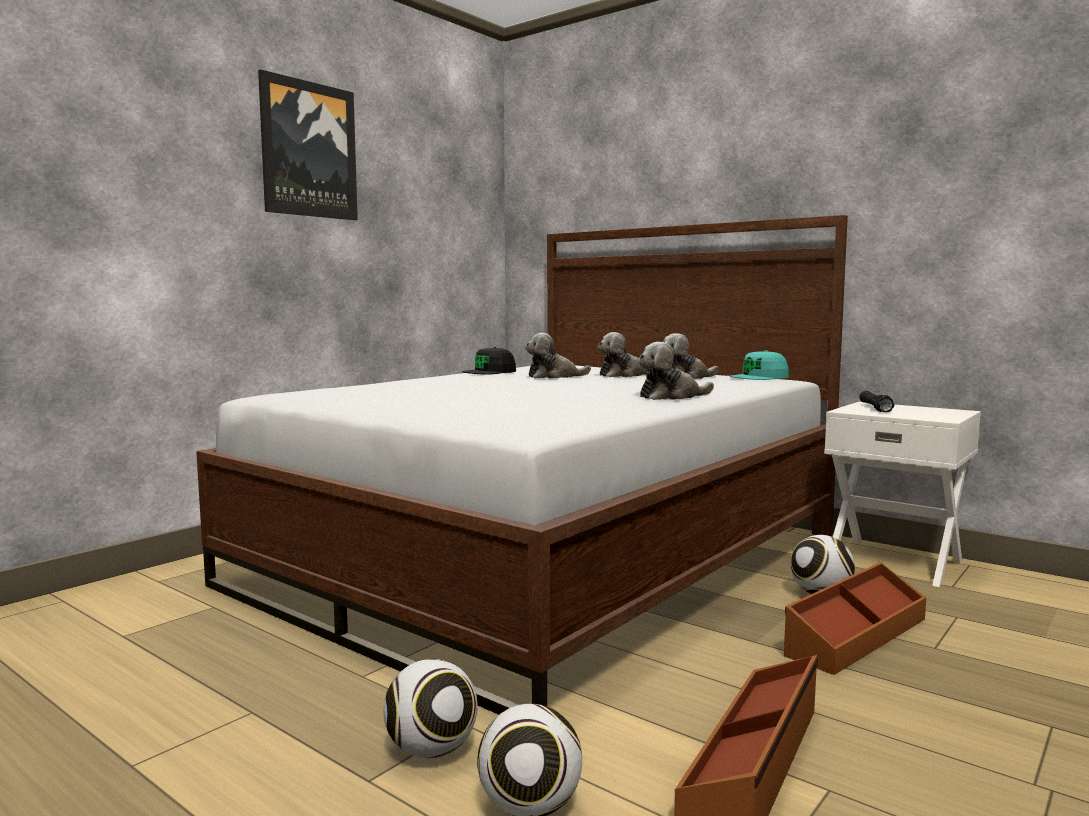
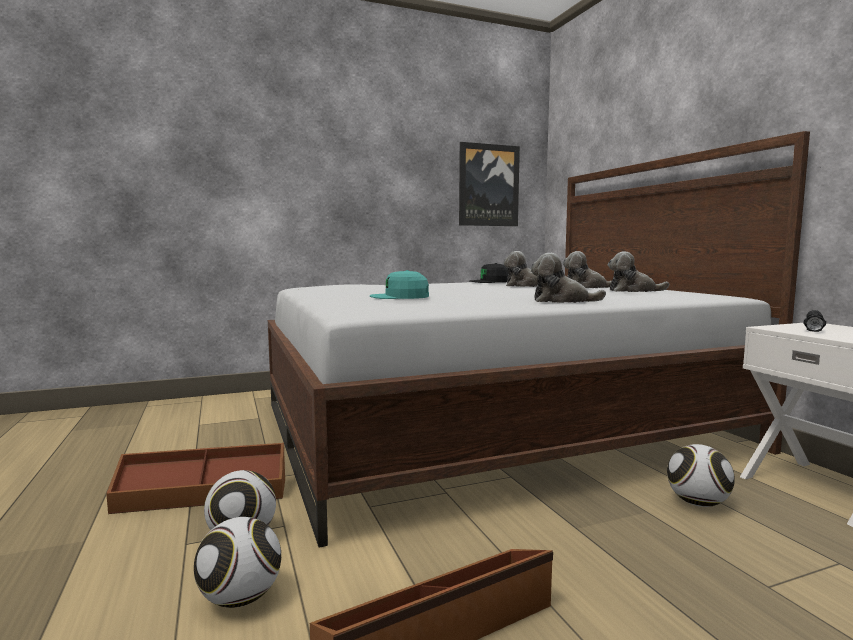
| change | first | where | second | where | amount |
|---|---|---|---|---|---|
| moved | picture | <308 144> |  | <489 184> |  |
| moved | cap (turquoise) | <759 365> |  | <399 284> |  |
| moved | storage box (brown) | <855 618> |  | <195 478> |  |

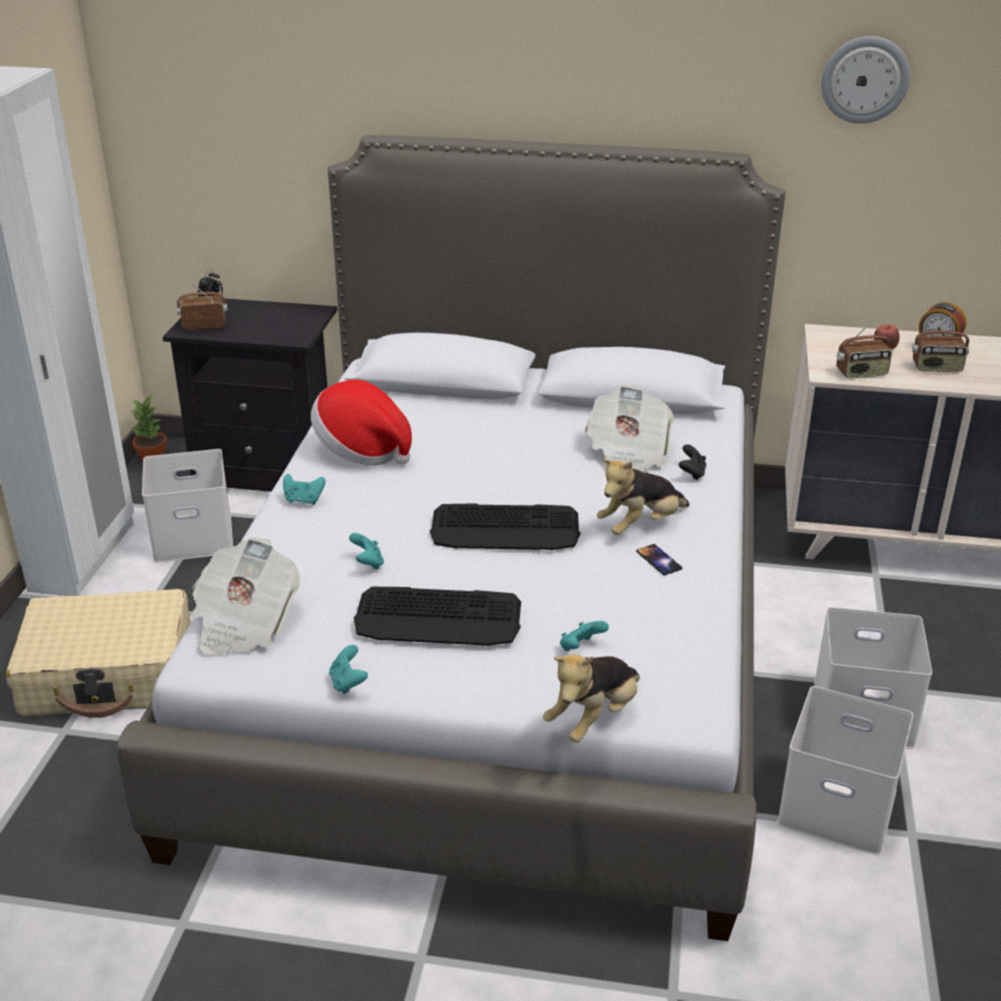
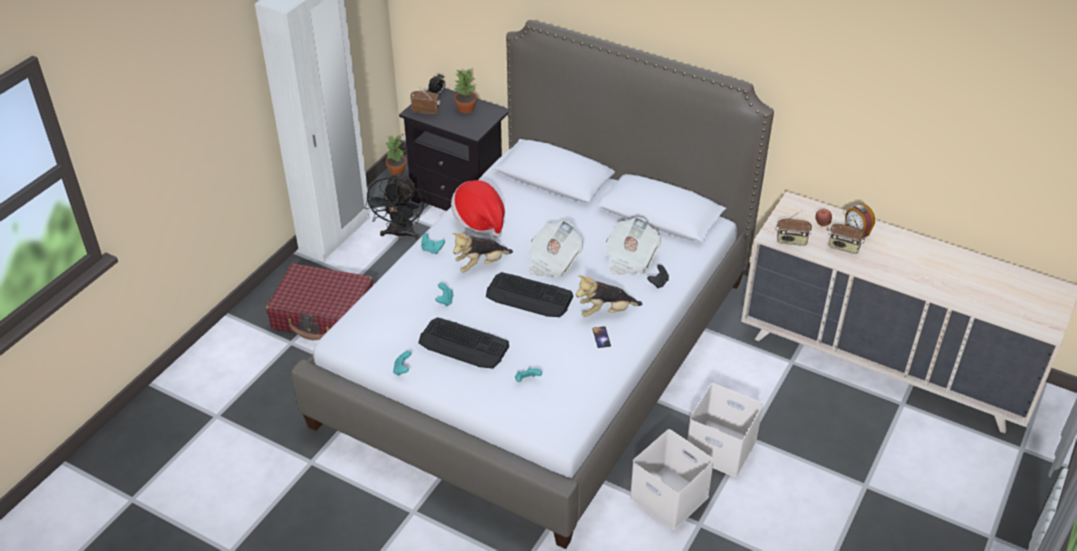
| change | first | where | second | where | amount |
|---|---|---|---|---|---|
| removed | wall clock | <865 80> |  |  |  |
| replaced | storage box (white) | <187 506> | fan (black) | <394 206> |  |
| moved | newspaper | <246 596> |  | <556 249> |  |
| recoloured | suitcase (beige) | <98 653> | suitcase (red) | <319 301> |  |
| moved | plush toy | <591 698> |  | <482 252> |  |
| added |  |  | potted plant | <465 91> |  |

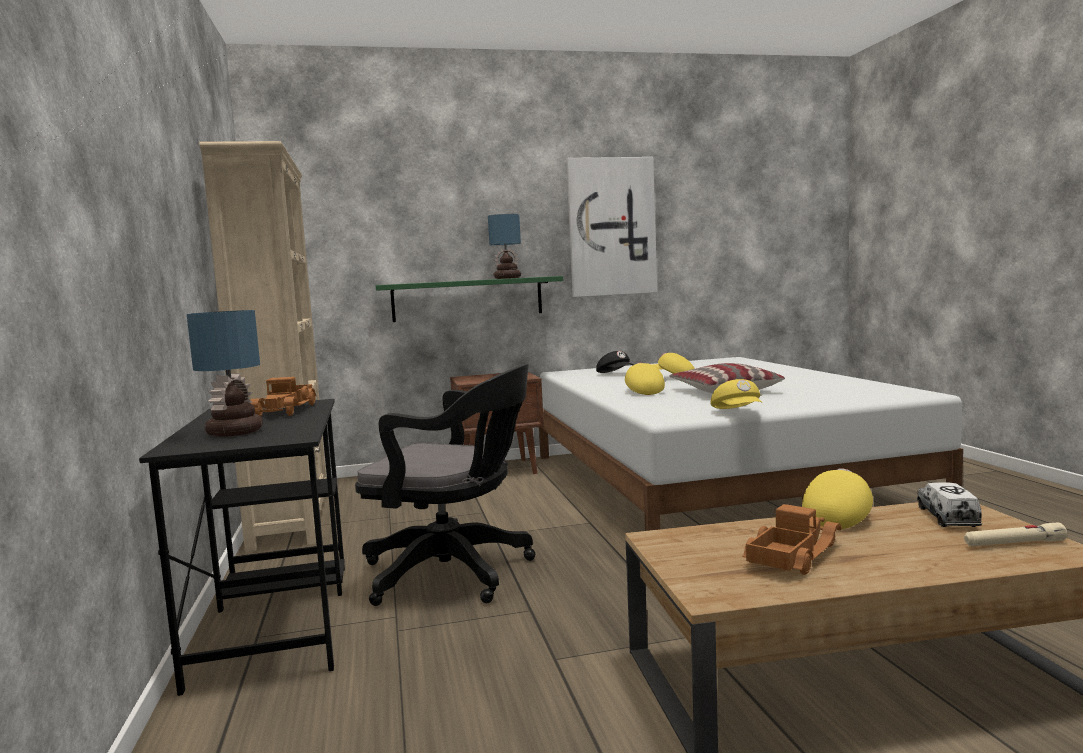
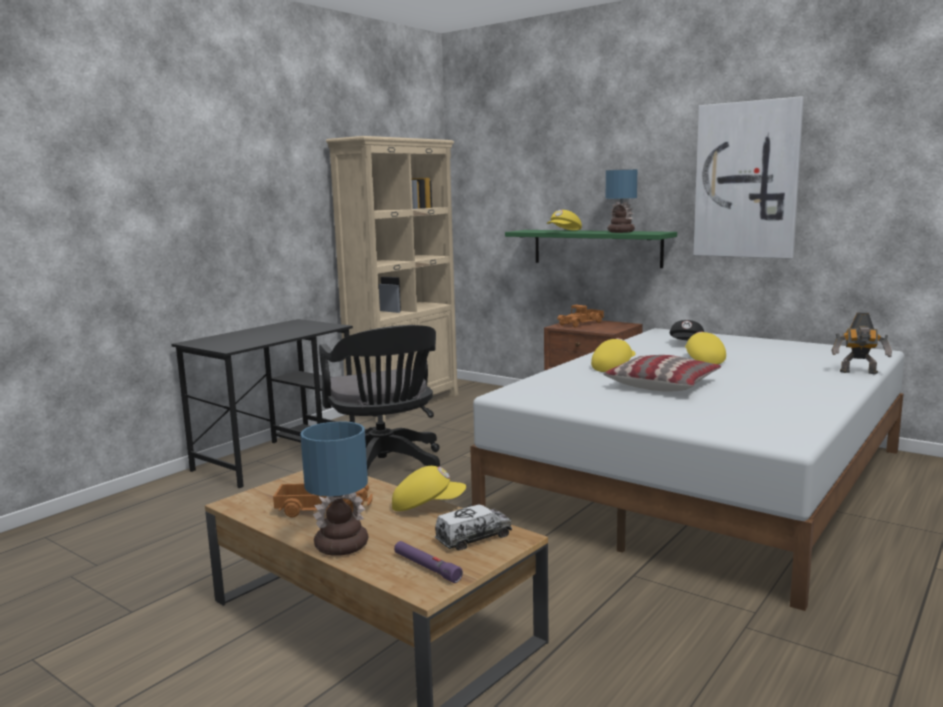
| change | first | where | second | where | amount |
|---|---|---|---|---|---|
| moved | table lamp | <225 373> |  | <334 488> |  |
| moved | toy truck | <283 397> |  | <580 316> |  |
| moved | cap (yellow) | <737 394> |  | <564 220> |  |
| recoloured | flashlight (beige) | <1015 534> | flashlight (purple) | <428 562> |  |
| added |  |  | toy robot | <862 343> |  |

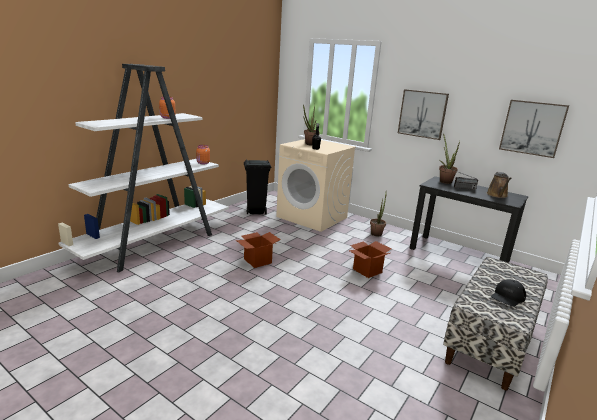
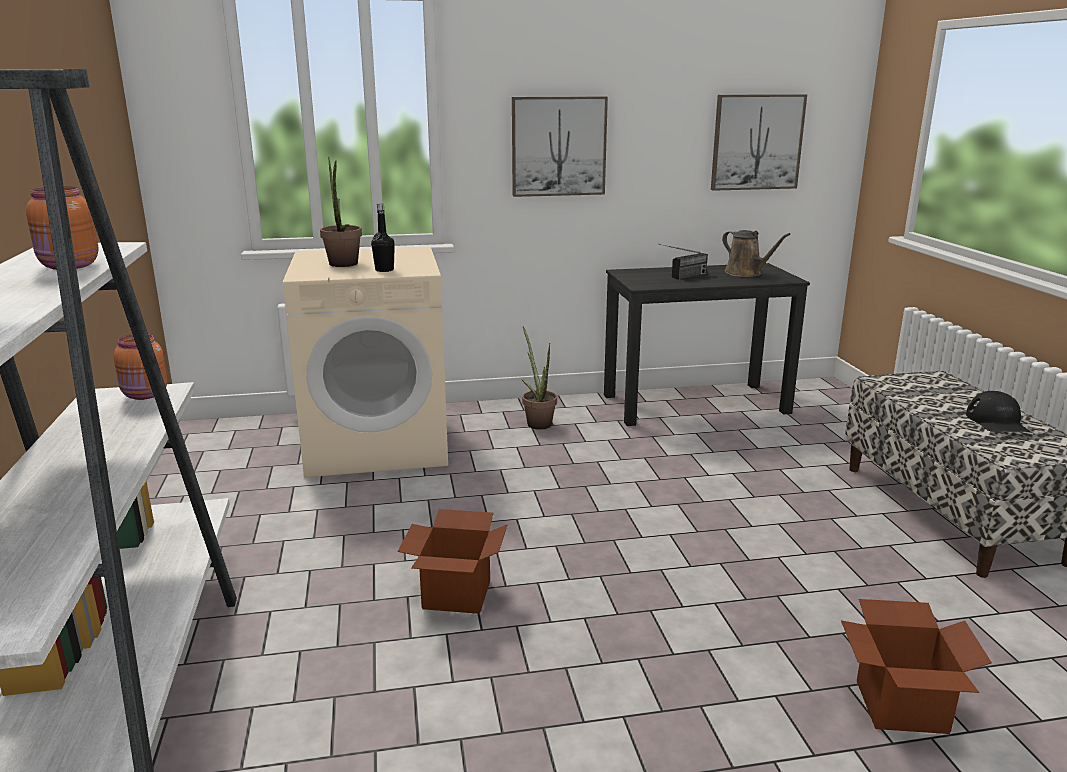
| change | first | where | second | where | amount |
|---|---|---|---|---|---|
| removed | potted plant | <449 158> |  |  |  |
| removed | trash can (black) | <257 187> |  |  |  |
| moved | cardboard box | <369 259> |  | <916 666> |  |

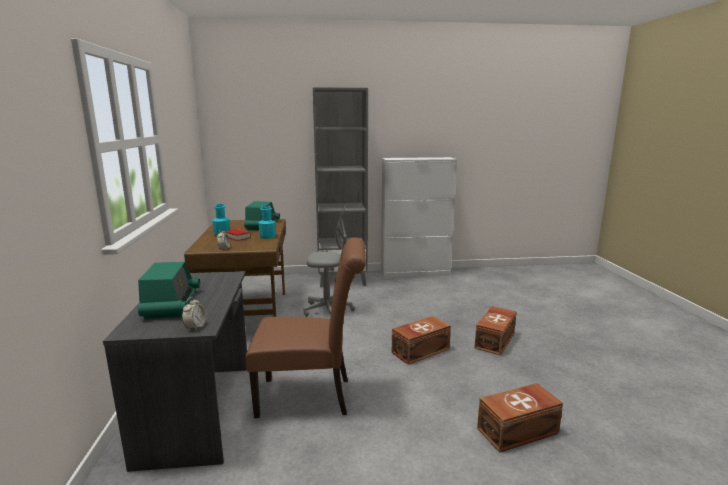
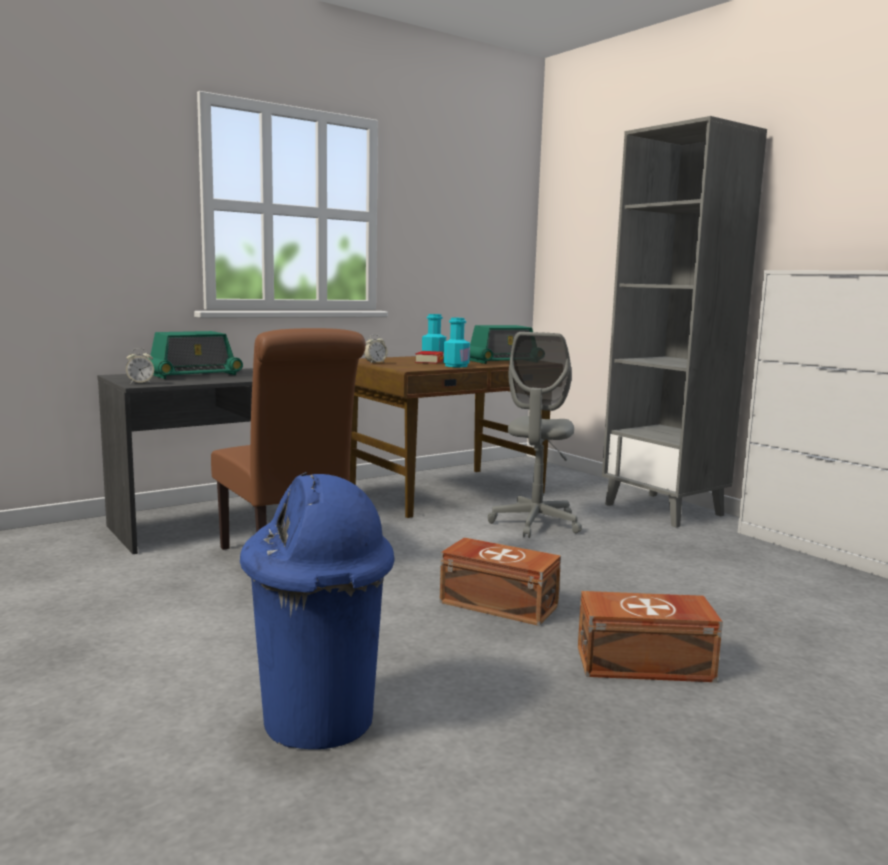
| change | first | where | second | where | amount |
|---|---|---|---|---|---|
| turned | office chair (grey) | <329 260> |  | <535 435> | 45 degrees clockwise |
| replaced | storage box (brown) | <520 418> | trash can (blue) | <317 610> |  |

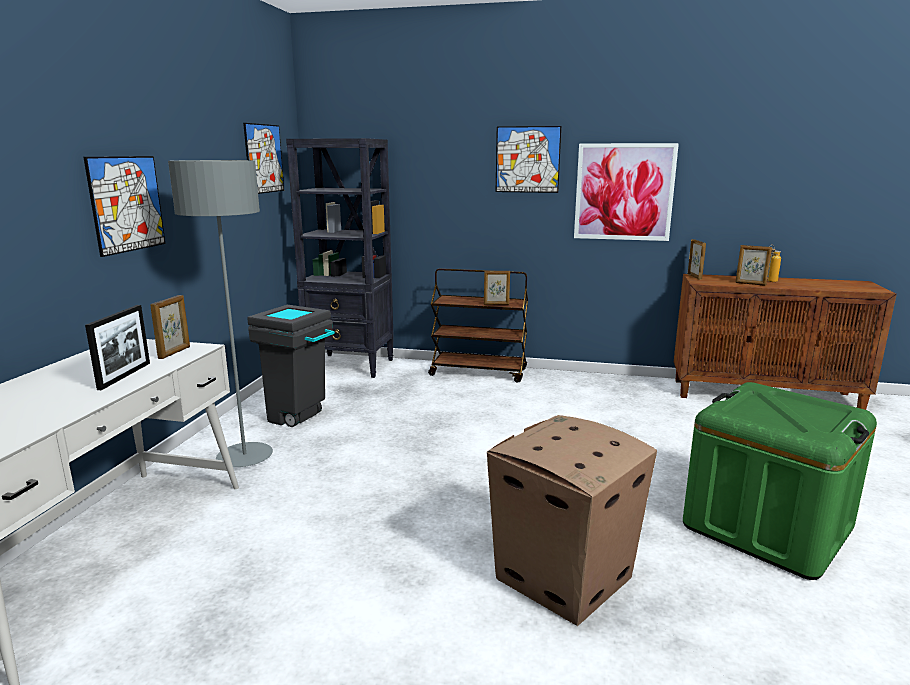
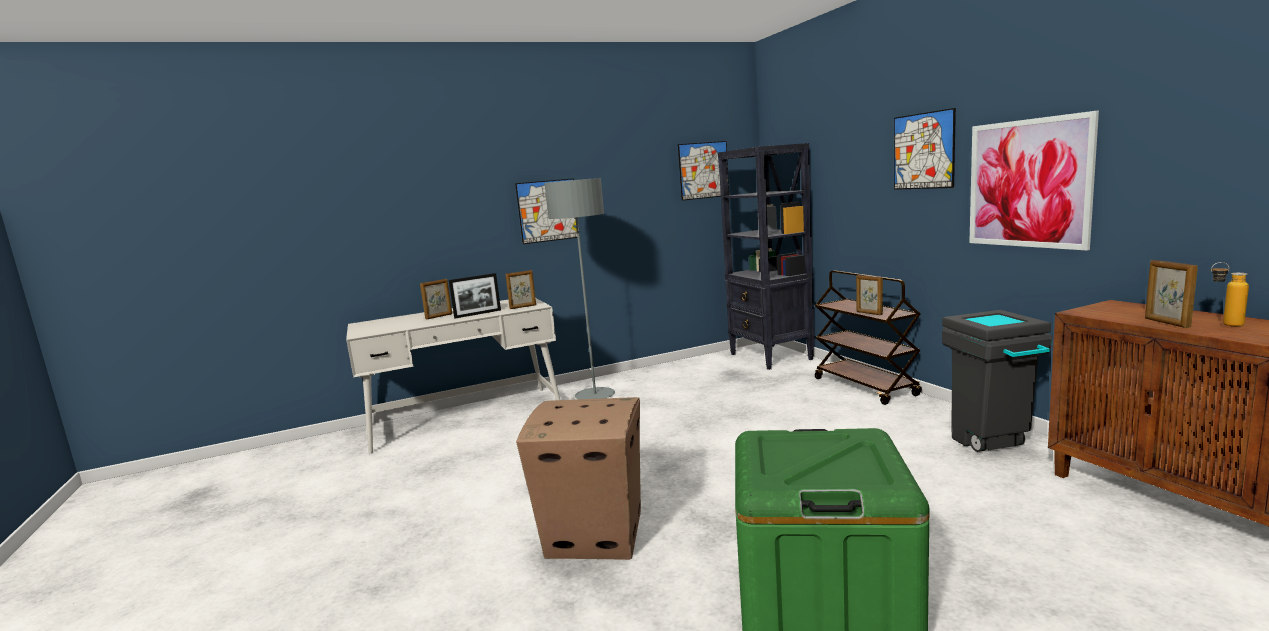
| change | first | where | second | where | amount |
|---|---|---|---|---|---|
| moved | picture frame | <697 259> |  | <436 299> |  |
| moved | trash can (grey) | <291 366> |  | <997 381> |  |

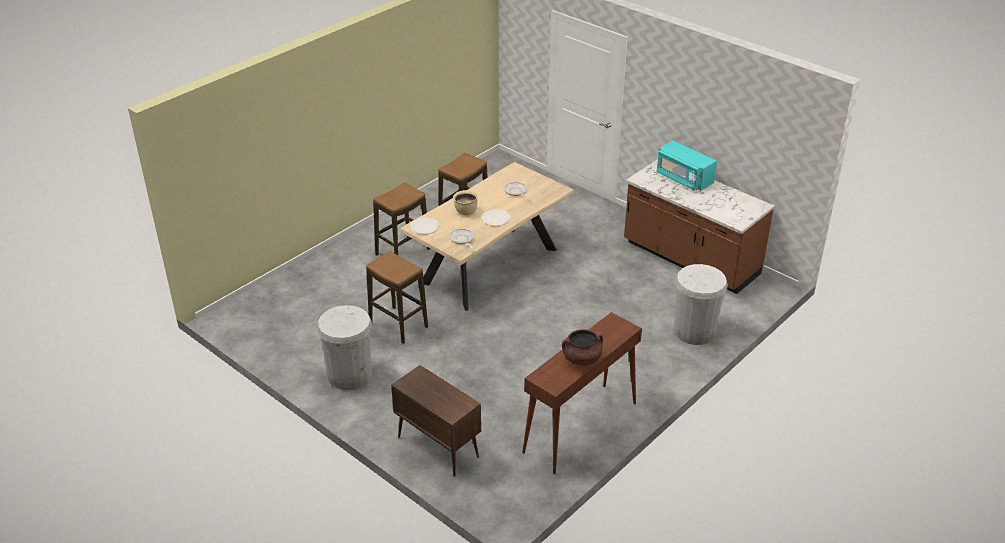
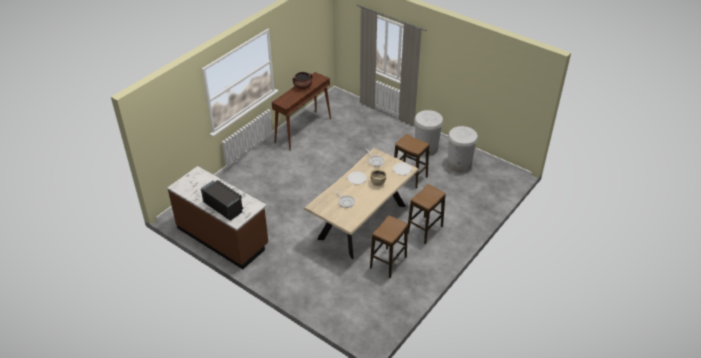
| change | first | where | second | where | amount |
|---|---|---|---|---|---|
| recoloured | microwave (turquoise) | <686 165> | microwave (black) | <222 200> |  |
| moved | trash can (white) | <701 304> |  | <462 149> |  |
| removed | cabinet (brown) | <436 421> |  |  |  |

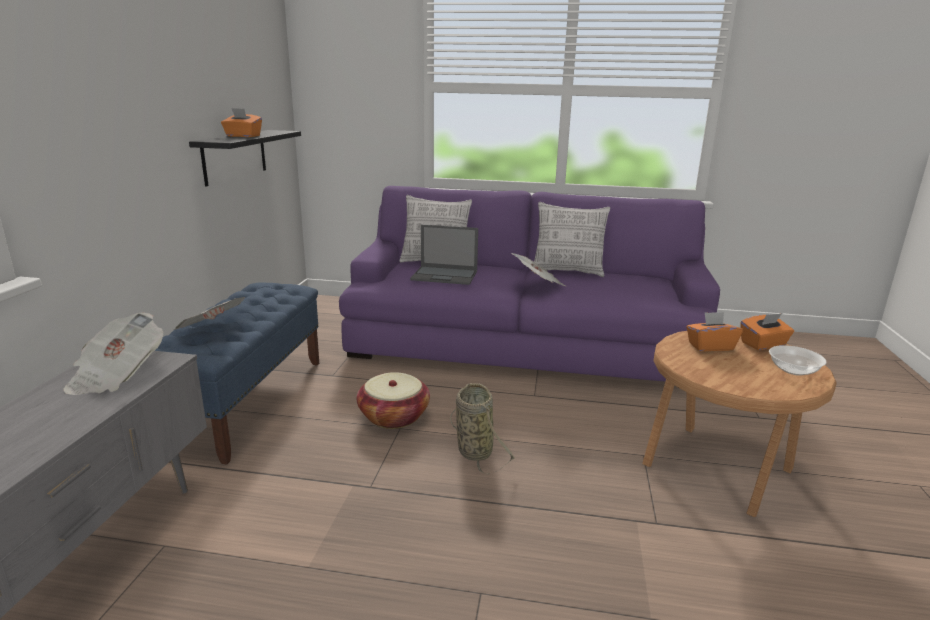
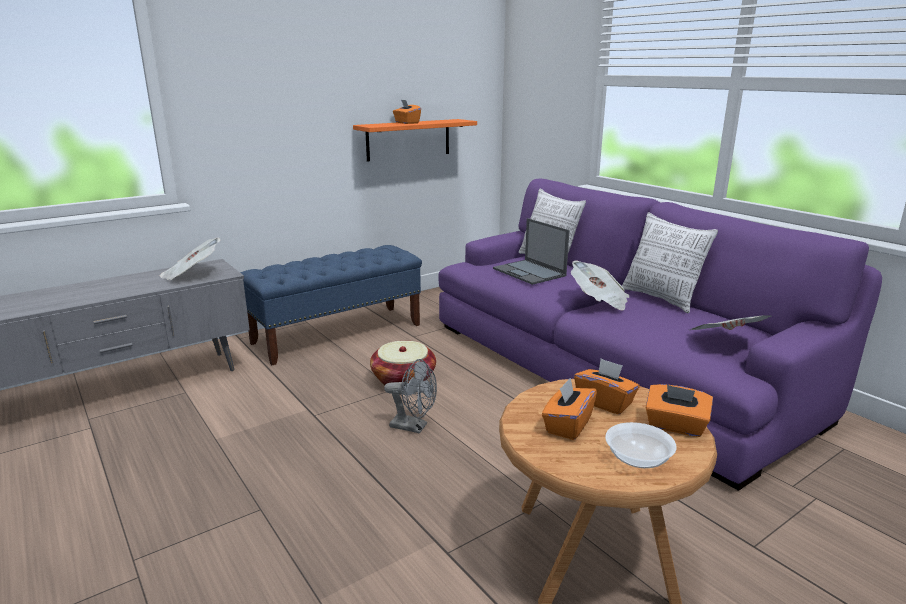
| change | first | where | second | where | amount |
|---|---|---|---|---|---|
| recoloured | shelf (black) | <245 158> | shelf (orange) | <415 140> |  |
| moved | newspaper | <210 313> |  | <731 322> |  |
| replaced | basket | <482 428> | fan (grey) | <410 396> |  |
| added |  |  | tissue box (orange) | <569 408> |  |

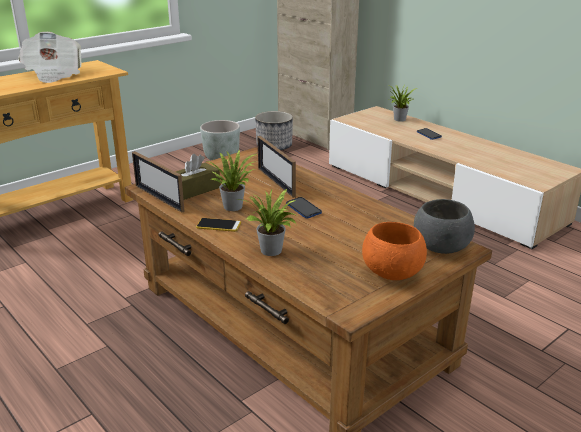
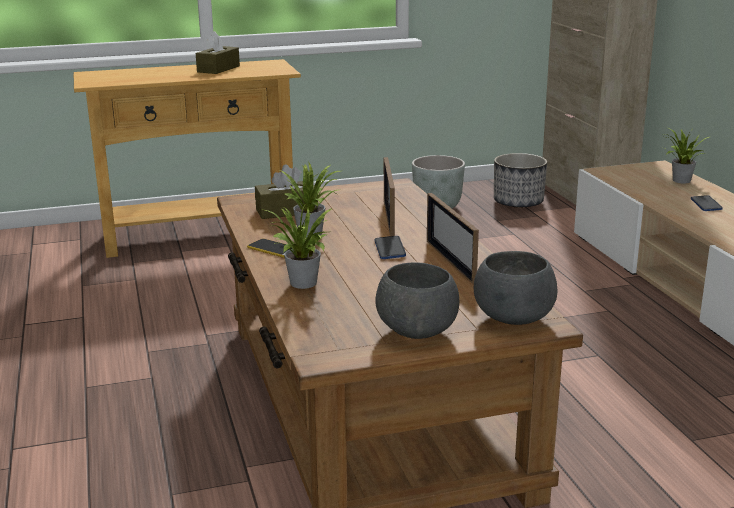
| change | first | where | second | where | amount |
|---|---|---|---|---|---|
| replaced | newspaper | <50 57> | tissue box (brown) | <218 52> |  |
| moved | picture frame | <158 182> |  | <453 238> |  |
| recoloured | bowl (orange) | <394 251> | bowl (grey) | <417 300> |  |

